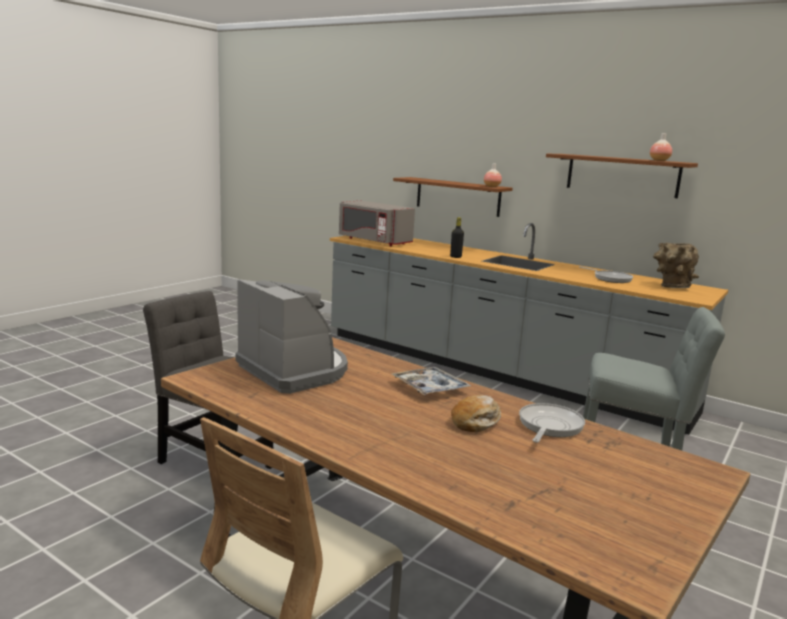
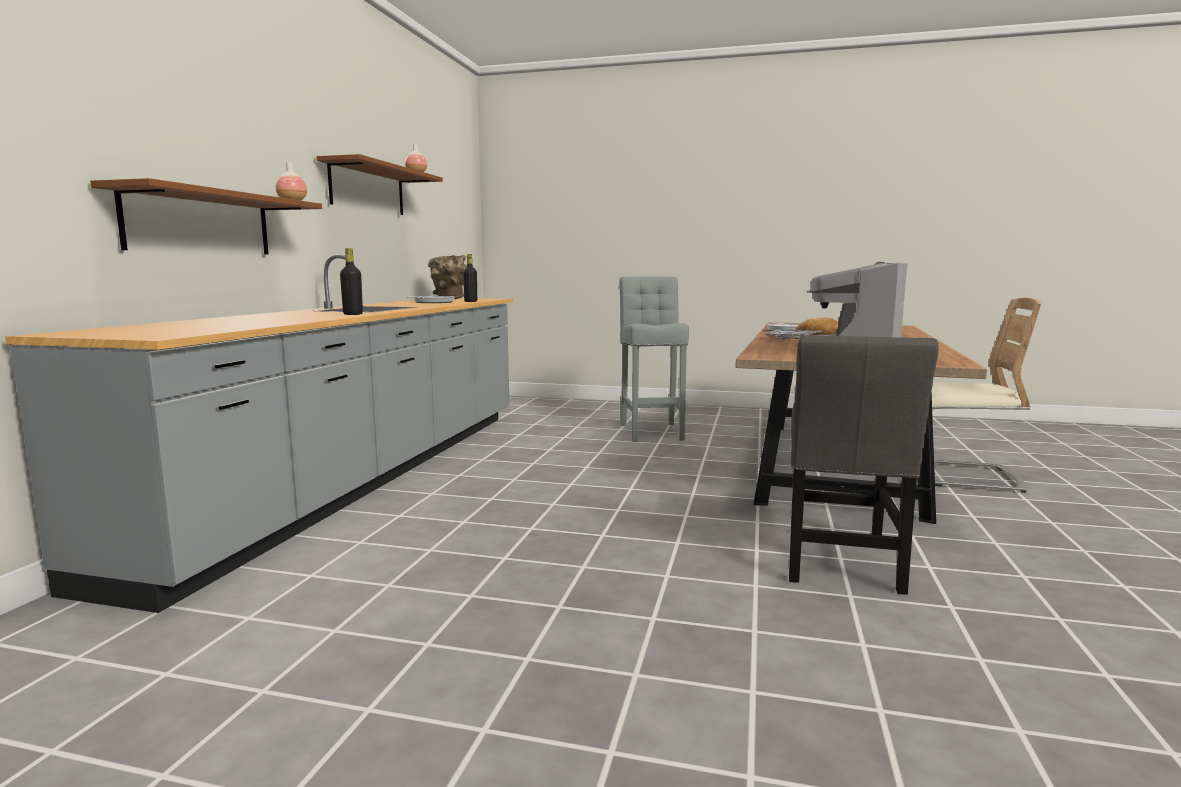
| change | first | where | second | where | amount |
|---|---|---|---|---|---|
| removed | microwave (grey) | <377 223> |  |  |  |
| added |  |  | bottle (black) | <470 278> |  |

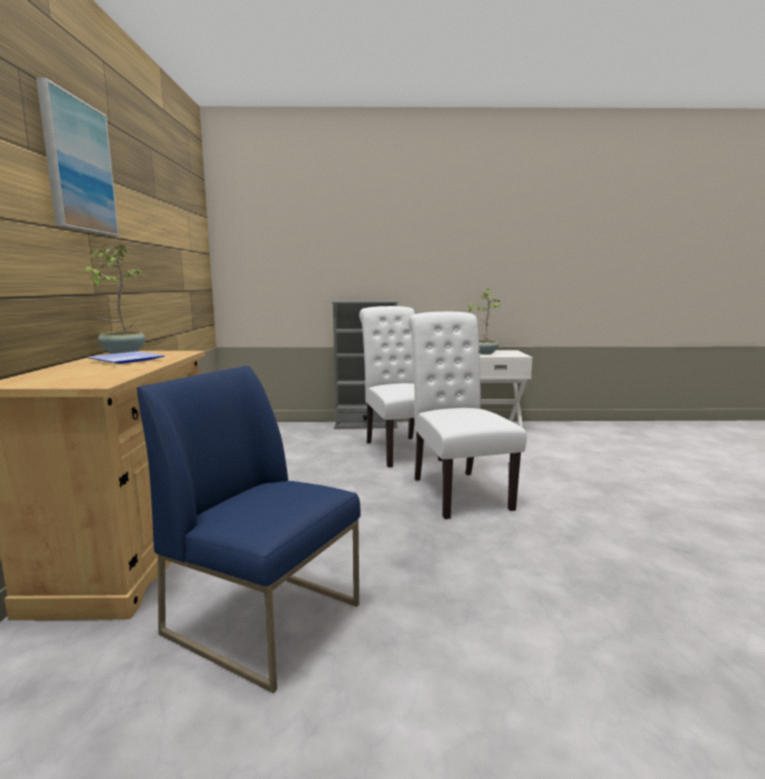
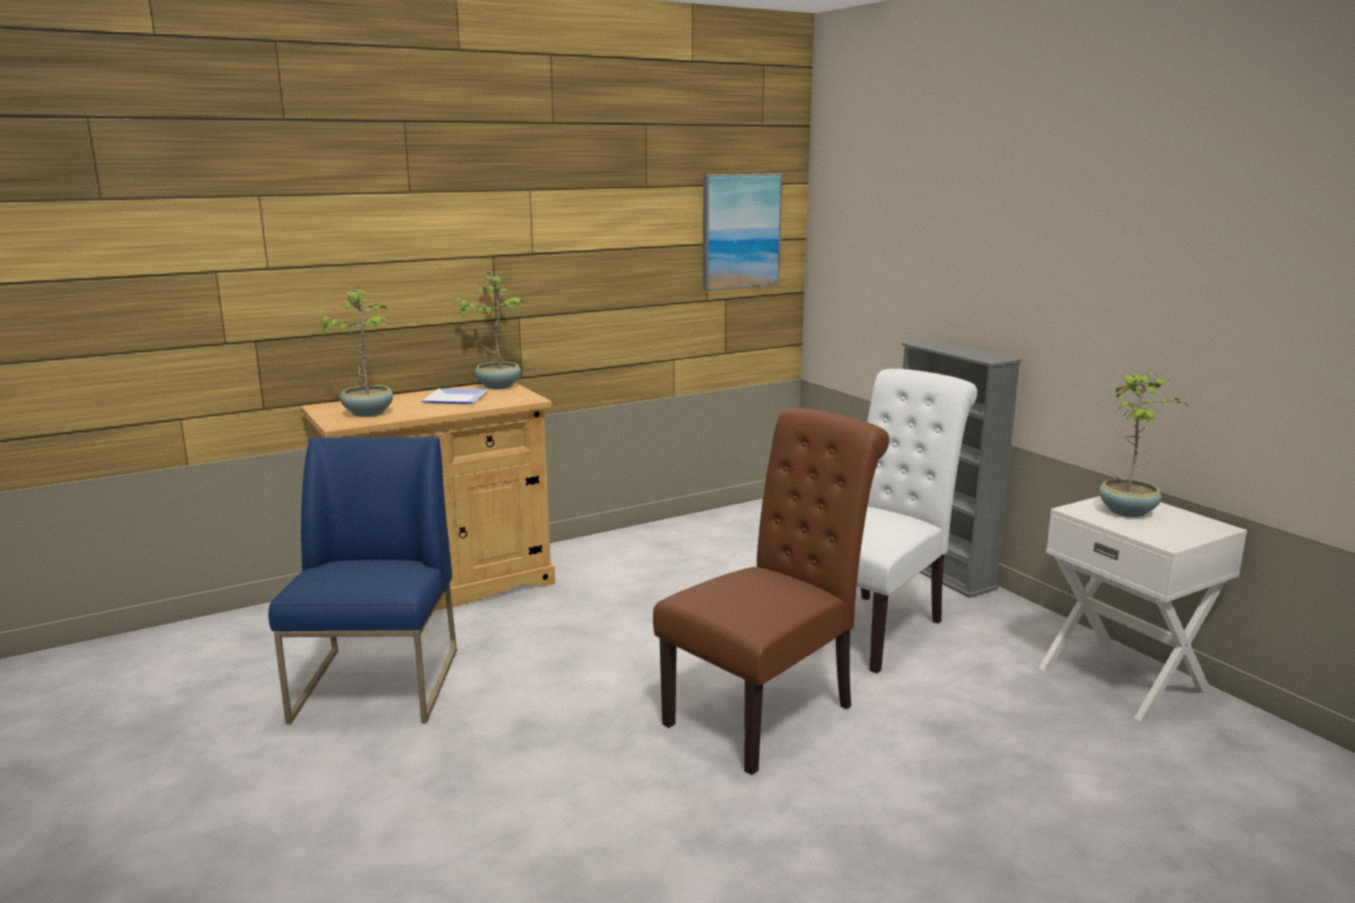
| change | first | where | second | where | amount |
|---|---|---|---|---|---|
| moved | picture | <77 156> |  | <743 232> |  |
| recoloured | chair (white) | <467 415> | chair (brown) | <771 591> |  |
| added |  |  | potted plant | <355 352> |  |

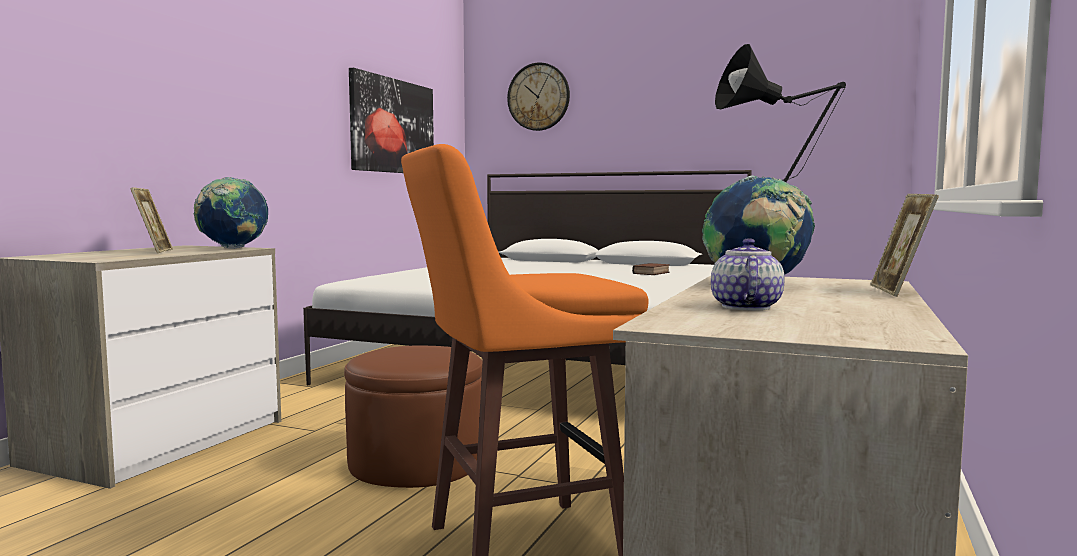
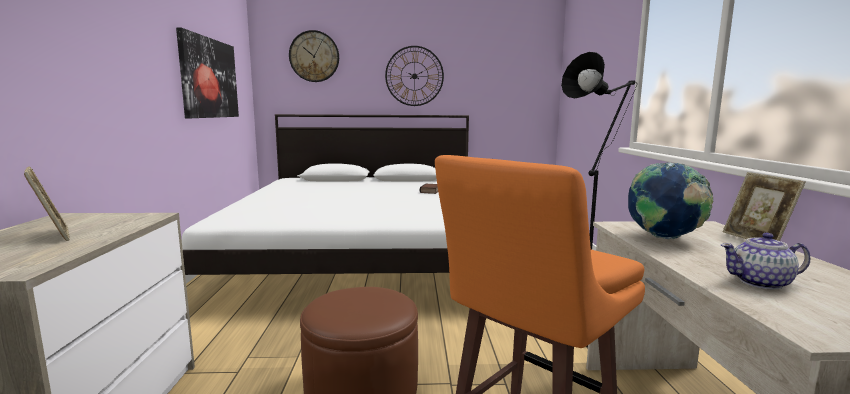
| change | first | where | second | where | amount |
|---|---|---|---|---|---|
| removed | globe | <231 213> |  |  |  |
| turned | teapot | <748 274> |  | <765 261> | 75 degrees counterclockwise |
| added |  |  | wall clock | <414 76> |  |

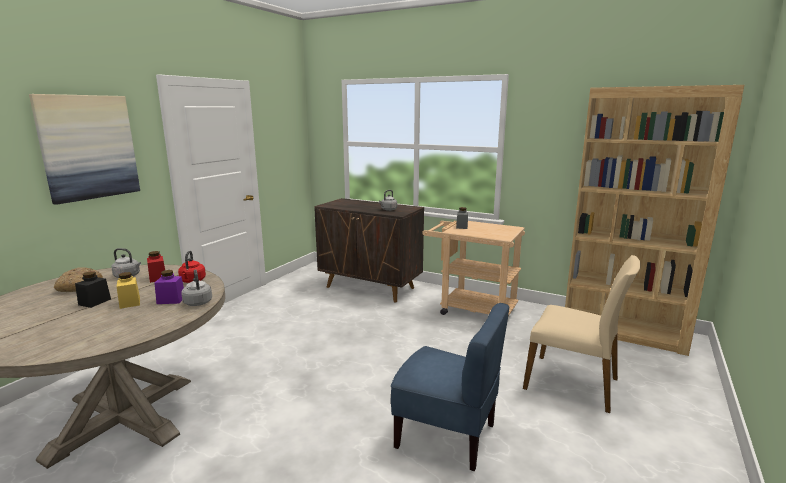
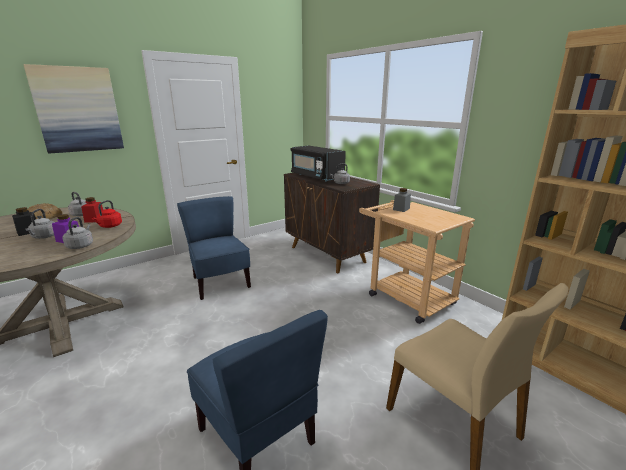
| change | first | where | second | where | amount |
|---|---|---|---|---|---|
| replaced | jar (yellow) | <128 290> | kettle (grey) | <40 224> |  |
| added |  |  | microwave (black) | <318 164> |  |
| added |  |  | chair (blue) | <214 248> |  |

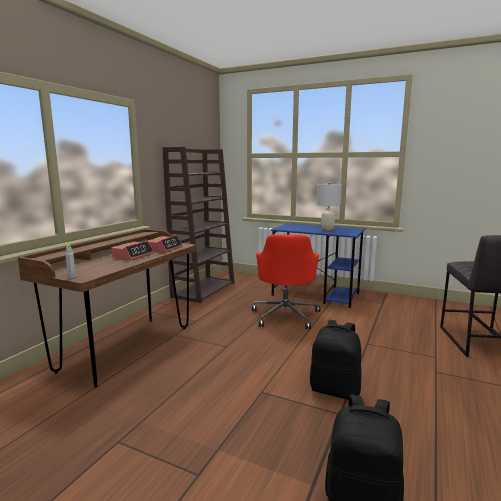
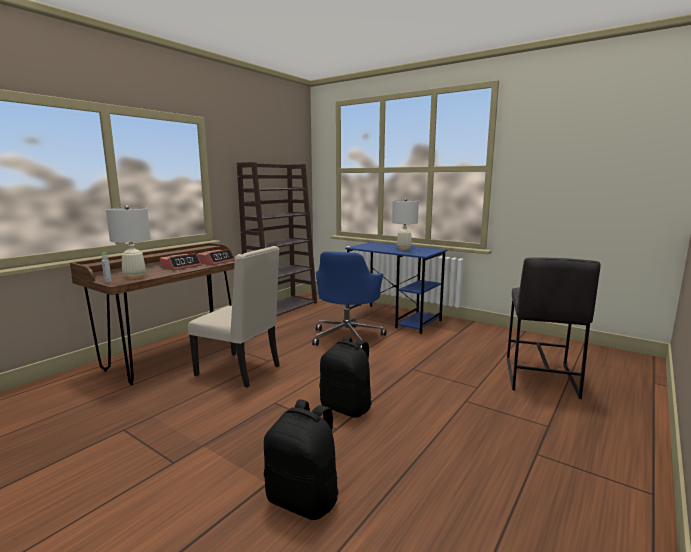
| change | first | where | second | where | amount |
|---|---|---|---|---|---|
| recoloured | office chair (red) | <286 281> | office chair (blue) | <349 299> |  |
| added |  |  | table lamp (white) | <128 242> |  |
| added |  |  | chair (beige) | <234 317> |  |

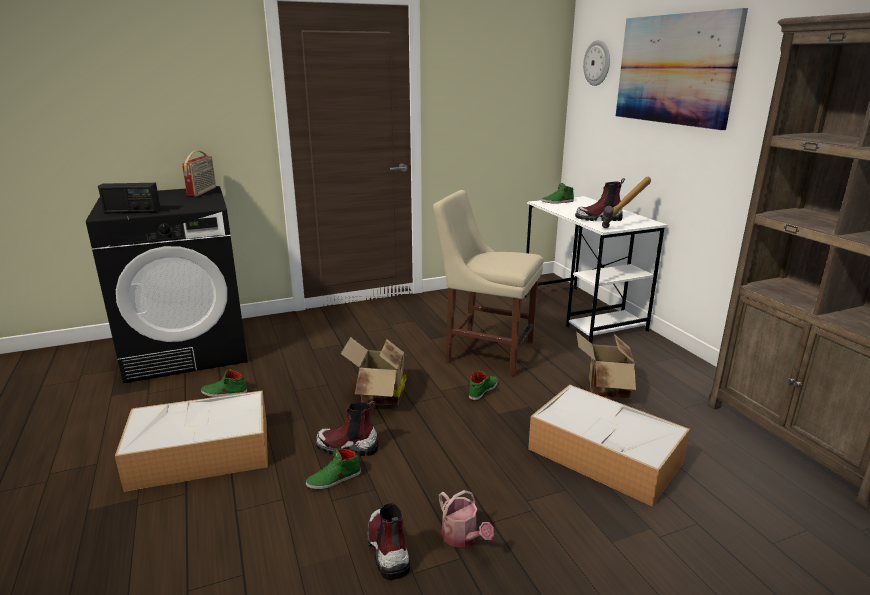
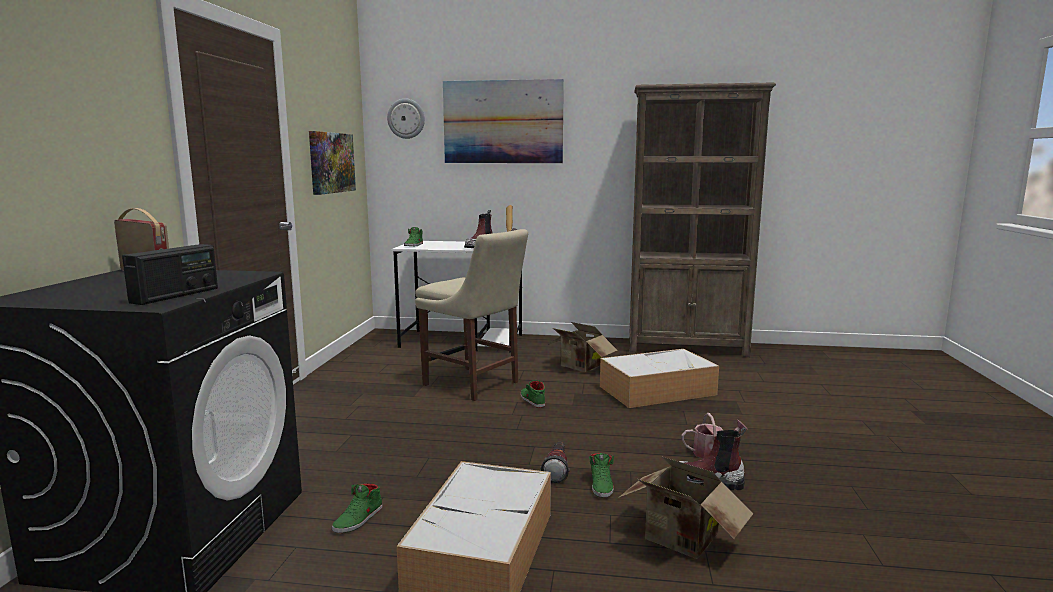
| change | first | where | second | where | amount |
|---|---|---|---|---|---|
| turned | chair (beige) | <488 283> |  | <471 315> | 105 degrees counterclockwise |
| moved | cardboard box | <374 371> |  | <685 508> |  |
| replaced | boot | <347 428> | flashlight | <555 462> |  |
| added |  |  | picture | <332 163> |  |

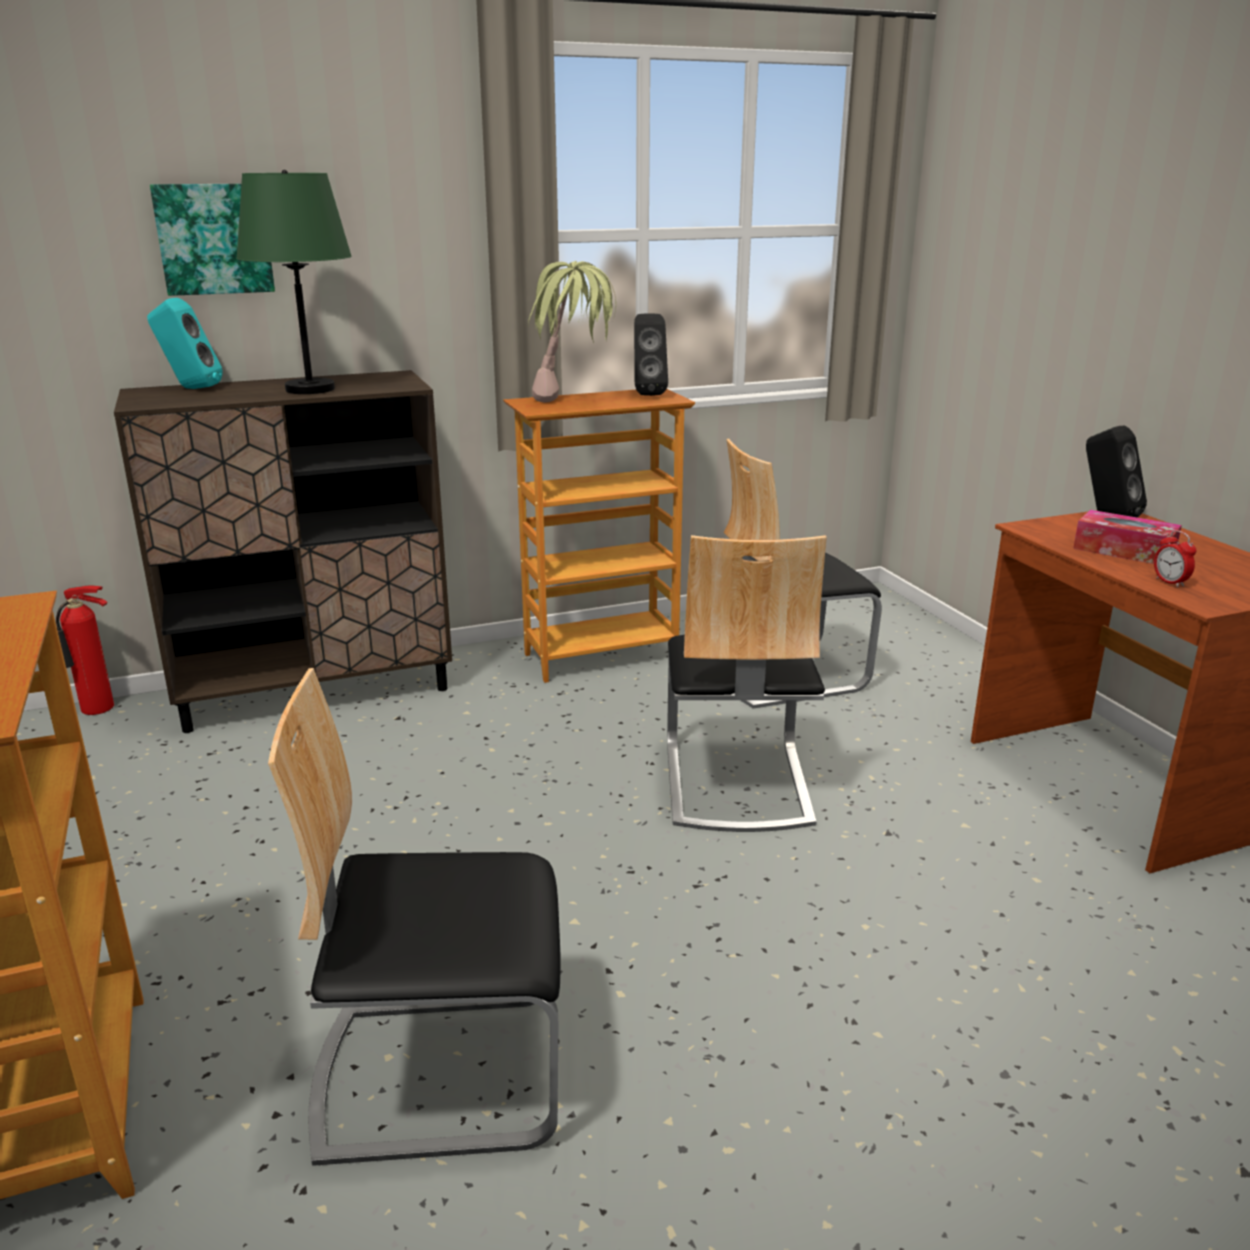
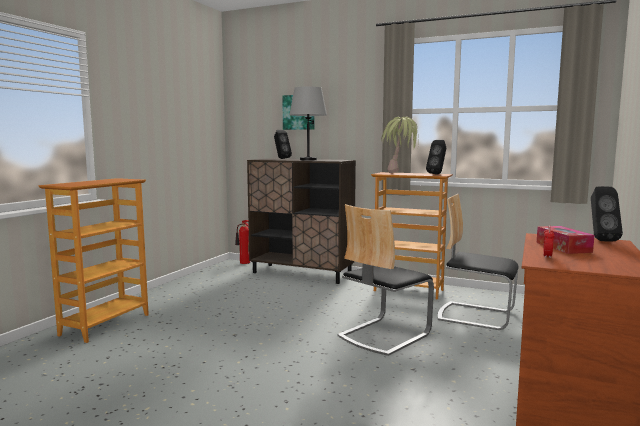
| change | first | where | second | where | amount |
|---|---|---|---|---|---|
| recoloured | table lamp (green) | <294 282> | table lamp (grey) | <308 123> |  |
| recoloured | speaker (turquoise) | <185 343> | speaker (black) | <283 144> |  |
| removed | chair | <414 917> |  |  |  |

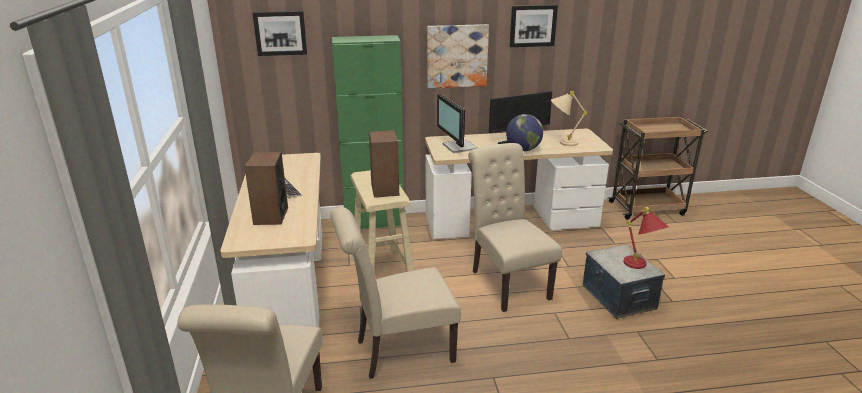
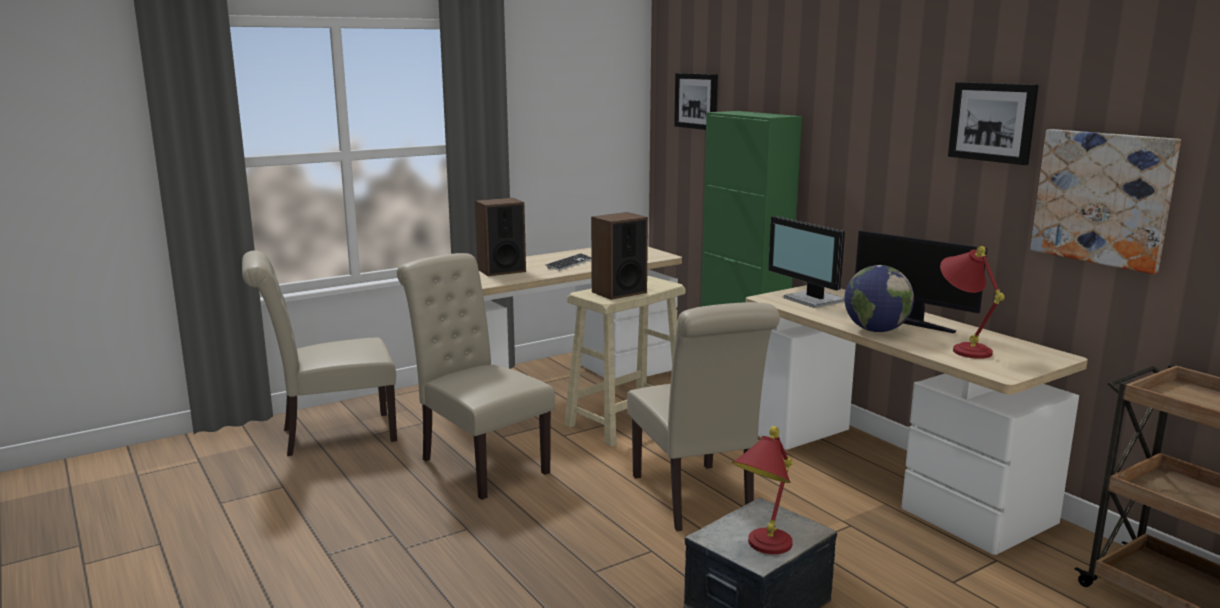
| change | first | where | second | where | amount |
|---|---|---|---|---|---|
| moved | picture | <458 56> |  | <1105 201> |  |
| recoloured | table lamp (beige) | <569 118> | table lamp (red) | <972 302> |  |
| turned | monitor | <457 123> |  | <806 262> | 75 degrees counterclockwise |
| turned | chair (beige) | <515 227> |  | <703 416> | 120 degrees clockwise |

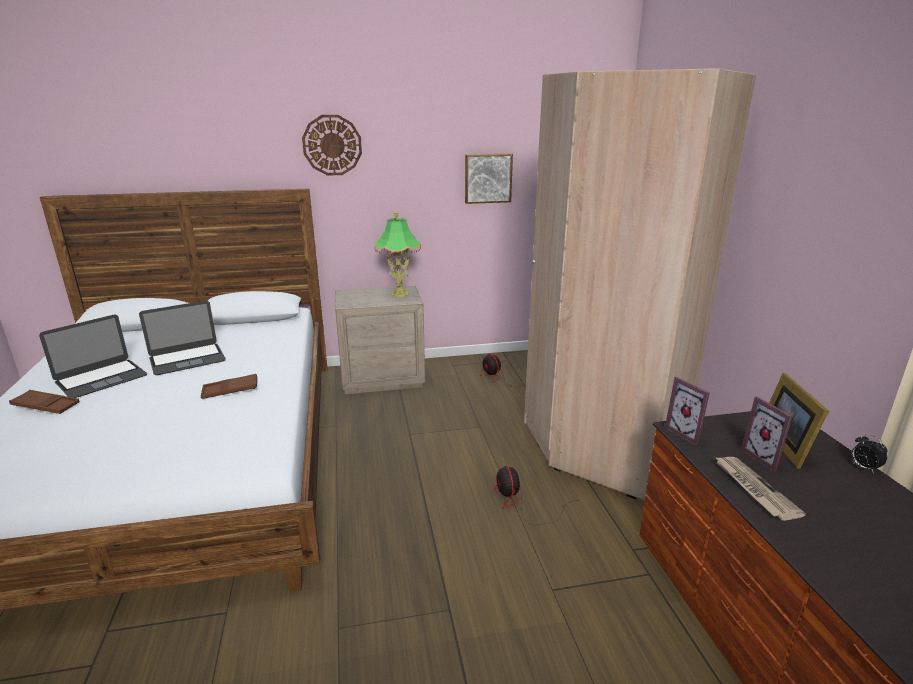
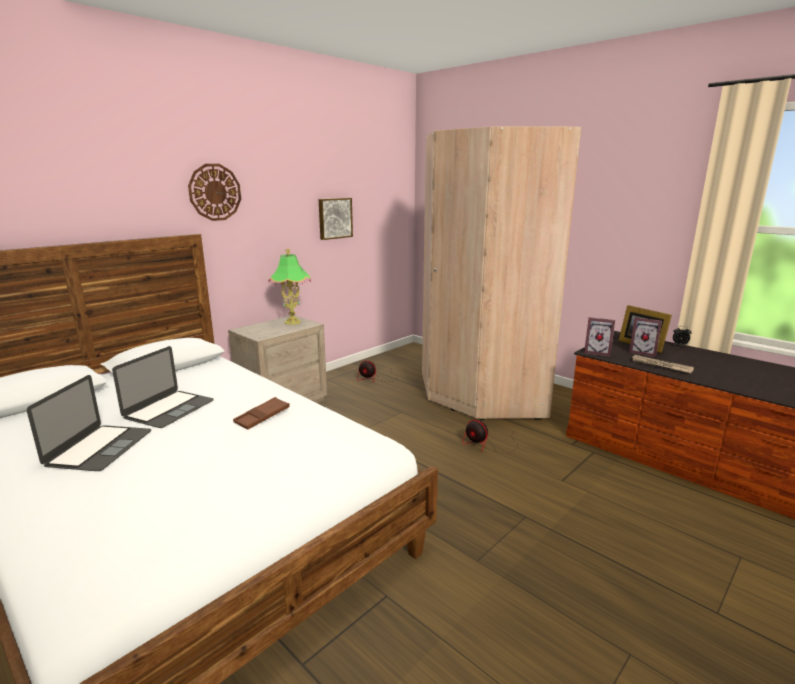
| change | first | where | second | where | amount |
|---|---|---|---|---|---|
| removed | tray (brown) | <44 402> |  |  |  |

